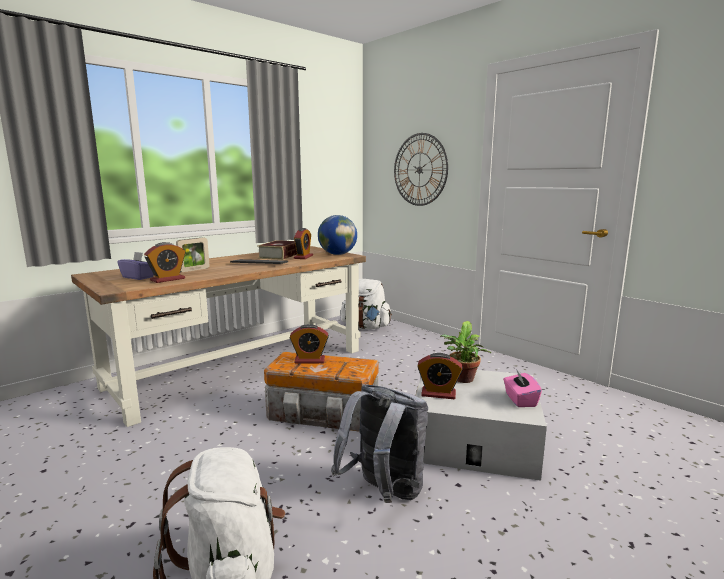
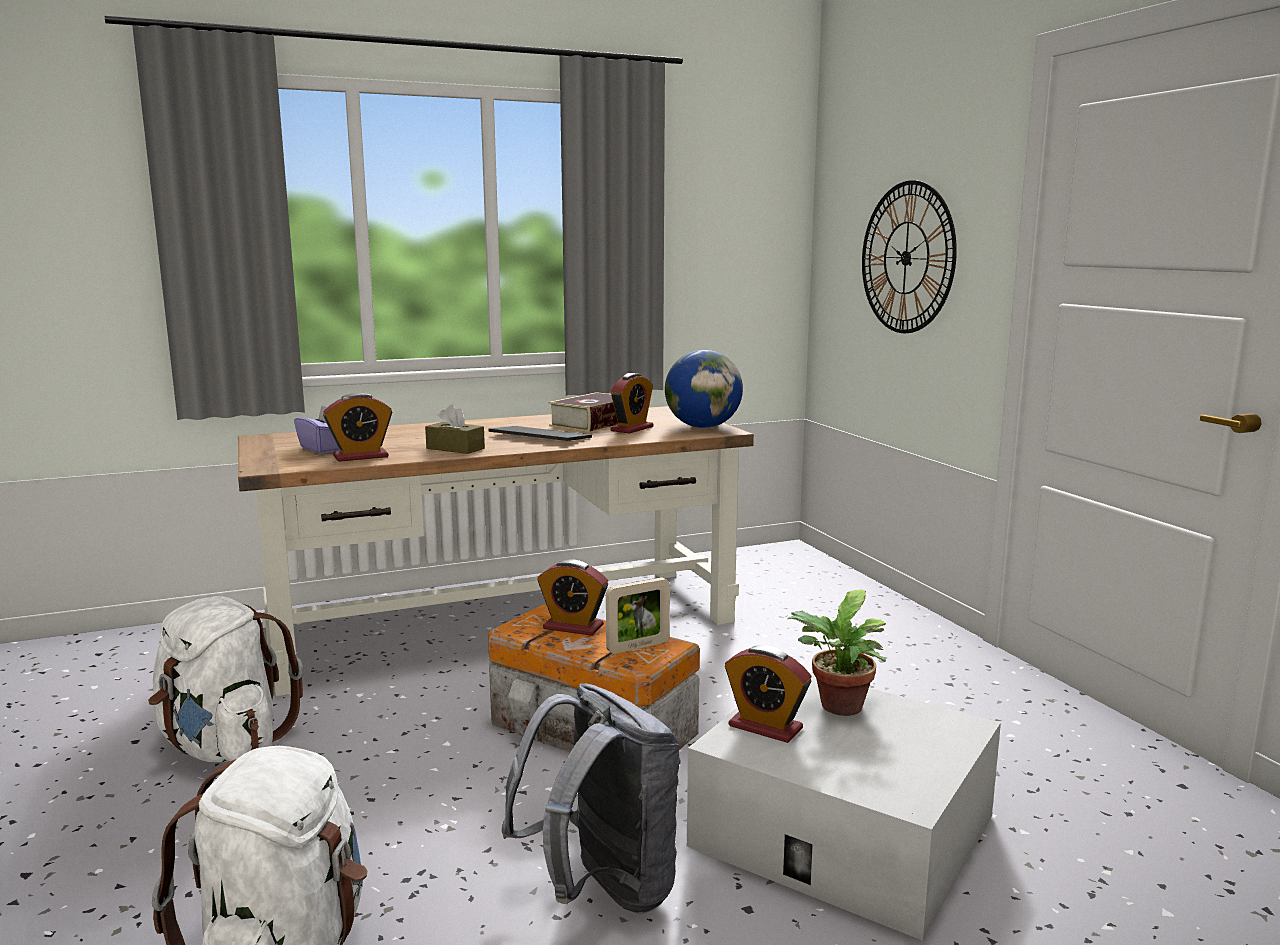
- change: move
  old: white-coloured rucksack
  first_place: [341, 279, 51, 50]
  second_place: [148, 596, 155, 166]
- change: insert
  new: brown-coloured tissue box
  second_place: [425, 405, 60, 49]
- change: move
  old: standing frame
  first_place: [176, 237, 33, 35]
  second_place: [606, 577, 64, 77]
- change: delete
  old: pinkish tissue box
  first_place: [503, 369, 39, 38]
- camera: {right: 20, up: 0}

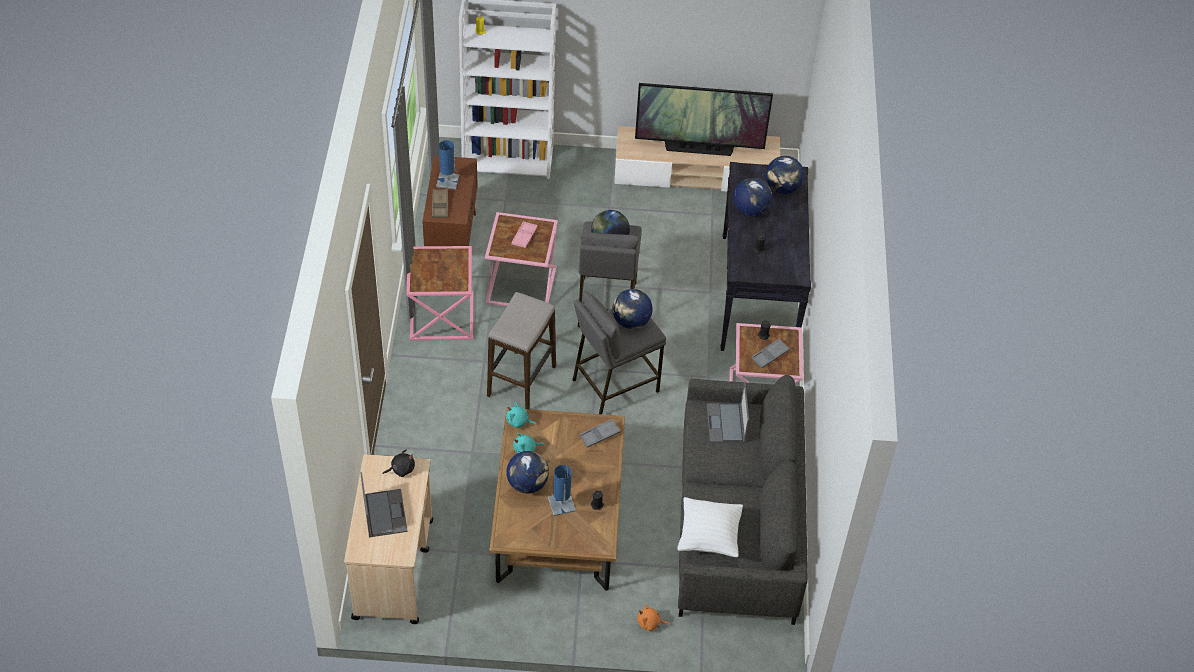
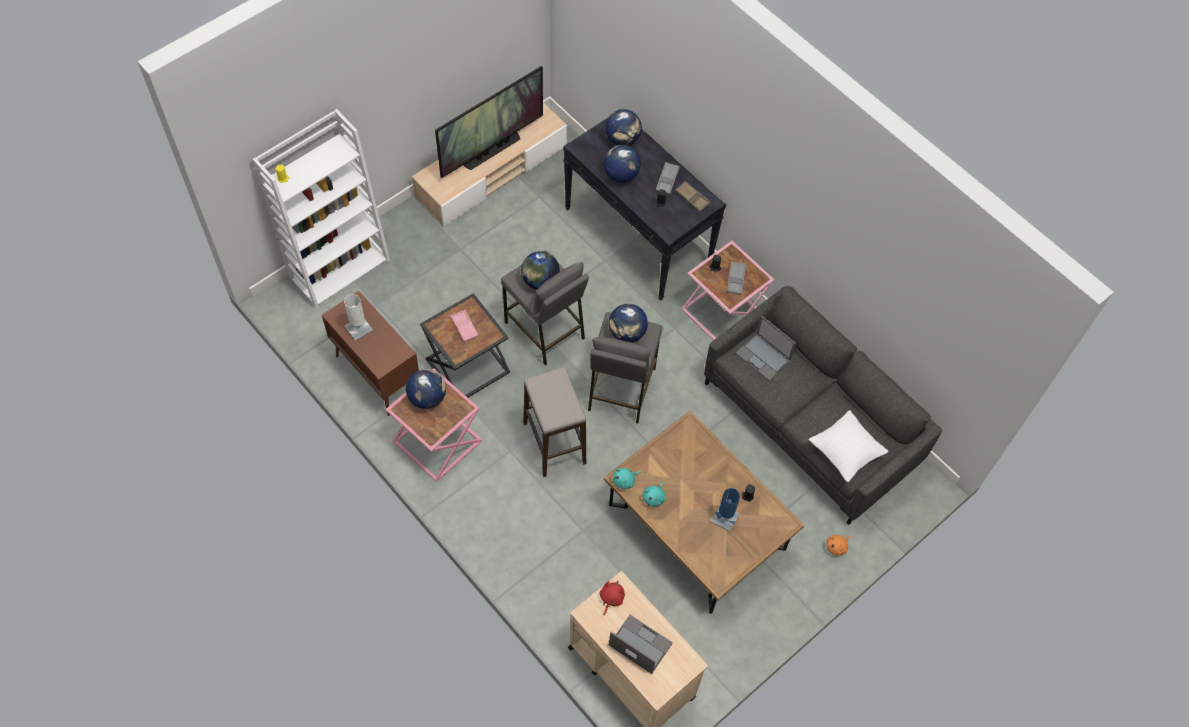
- change: recolor
  old: bluish tabletop lamp
  new: white-coloured tabletop lamp
  first_place: [436, 140, 23, 49]
  second_place: [344, 294, 29, 47]
- change: move
  old: world globe
  first_place: [506, 451, 43, 43]
  second_place: [406, 369, 40, 40]
- change: recolor
  old: pinkish end table
  new: black-coloured end table
  first_place: [485, 212, 73, 94]
  second_place: [420, 293, 90, 105]
- change: recolor
  old: black-coloured cuddly toy
  new: reddish cuddly toy
  first_place: [382, 450, 33, 27]
  second_place: [600, 581, 25, 34]
- change: move
  old: greyish serving tray
  first_place: [580, 419, 41, 29]
  second_place: [656, 162, 24, 33]
- change: move
  old: brown-coloured serving tray
  first_place: [432, 189, 16, 29]
  second_place: [675, 181, 35, 31]
- camera: {right: -45, up: 10}

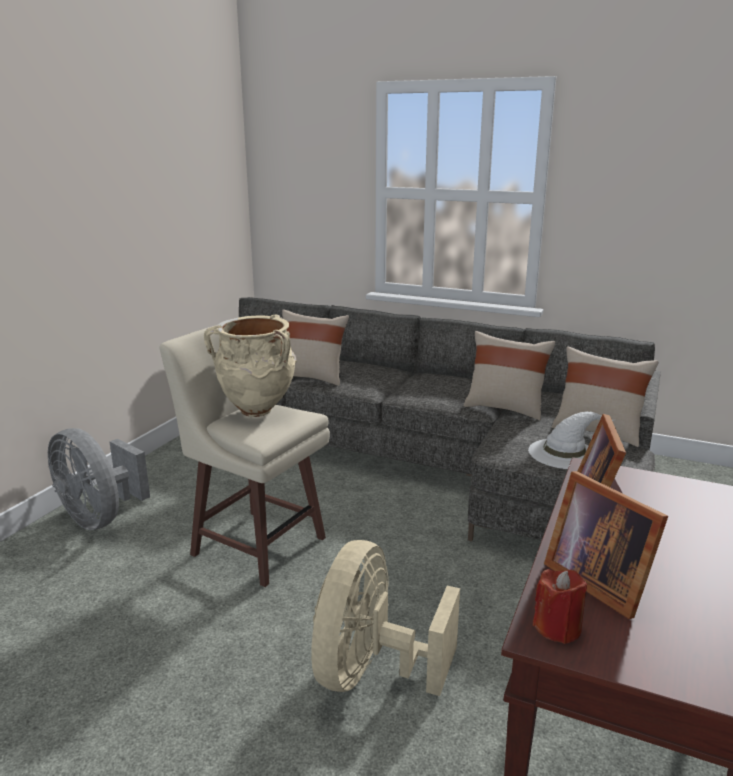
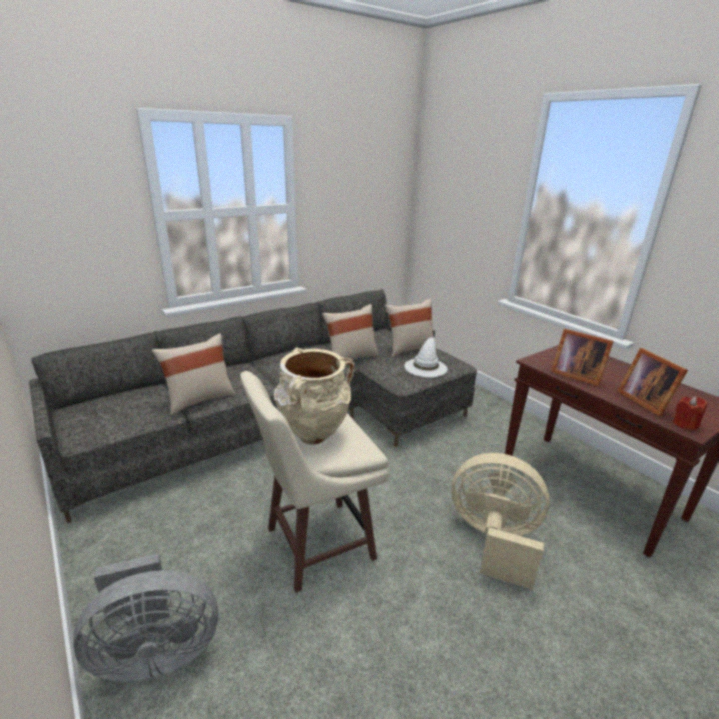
- change: rotate
  old: sand-coloured fan
  first_place: [311, 540, 149, 156]
  second_place: [451, 453, 99, 137]
  degrees: 150
- change: rotate
  old: standing frame
  first_place: [544, 471, 124, 148]
  second_place: [618, 348, 70, 69]
  degrees: 75
- camera: {right: -60, up: 5}

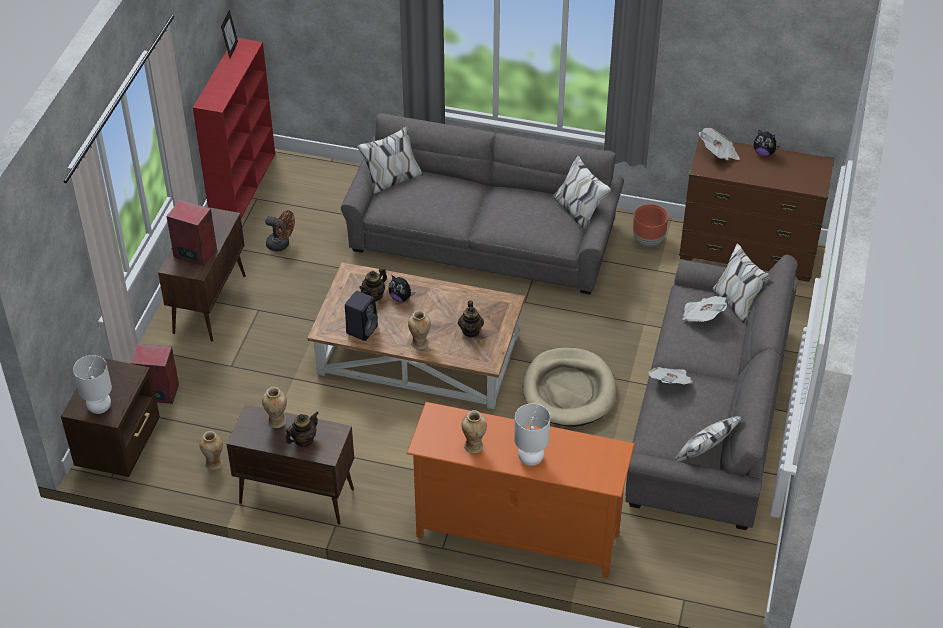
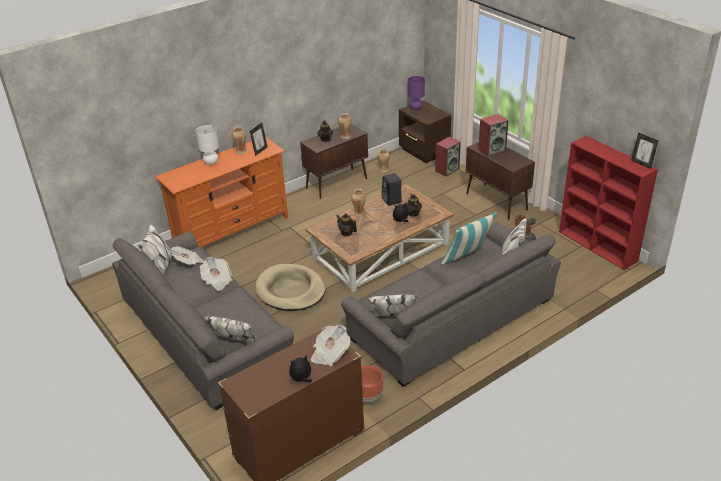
- change: move
  old: daily paper
  first_place: [682, 296, 45, 26]
  second_place: [168, 246, 36, 19]
- change: insert
  new: standing frame
  second_place: [250, 123, 17, 33]
- change: recolor
  old: white-coloured tabletop lamp
  new: purple-coloured tabletop lamp
  first_place: [73, 355, 39, 59]
  second_place: [408, 76, 17, 34]
- change: insert
  new: cushion
  second_place: [441, 212, 56, 52]
- camera: {right: 130, up: -10}

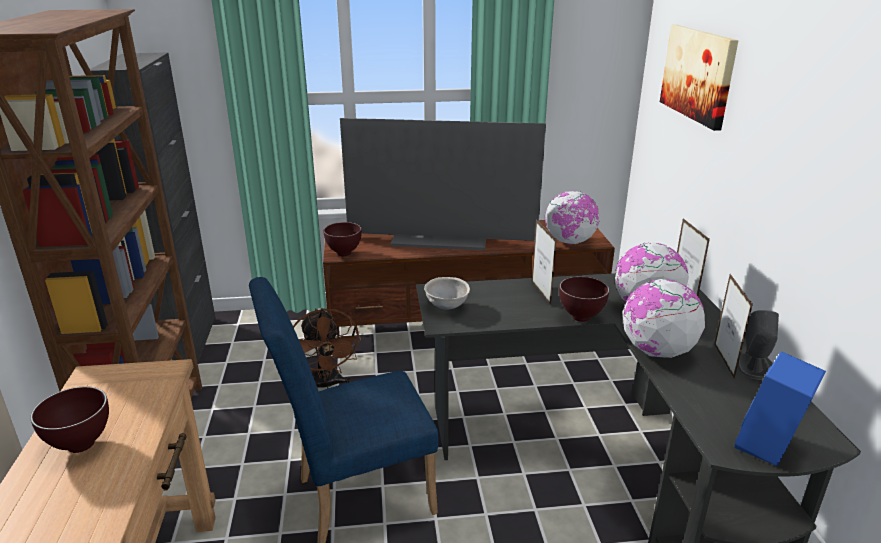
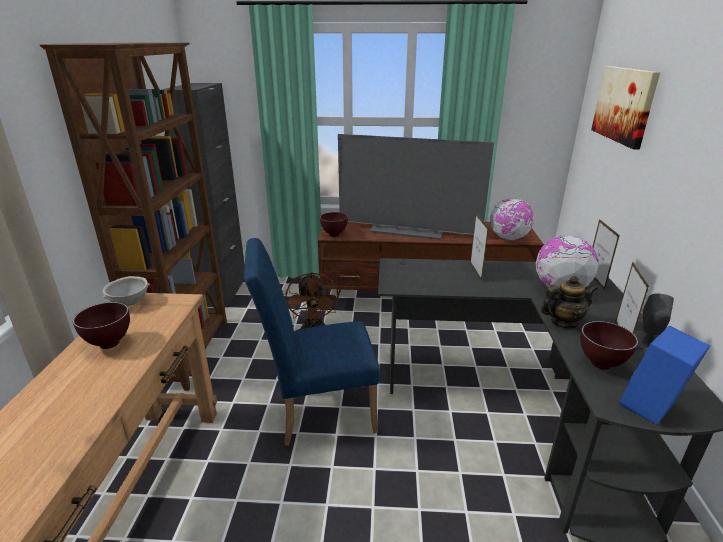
- change: move
  old: greyish deep dish
  first_place: [424, 277, 46, 33]
  second_place: [102, 276, 48, 30]
- change: replace
  old: world globe
  new: teapot
  first_place: [622, 279, 83, 79]
  second_place: [541, 276, 57, 53]
- change: move
  old: brown-coloured deep dish
  first_place: [559, 276, 50, 46]
  second_place: [580, 321, 58, 49]
- camera: {right: 10, up: 0}

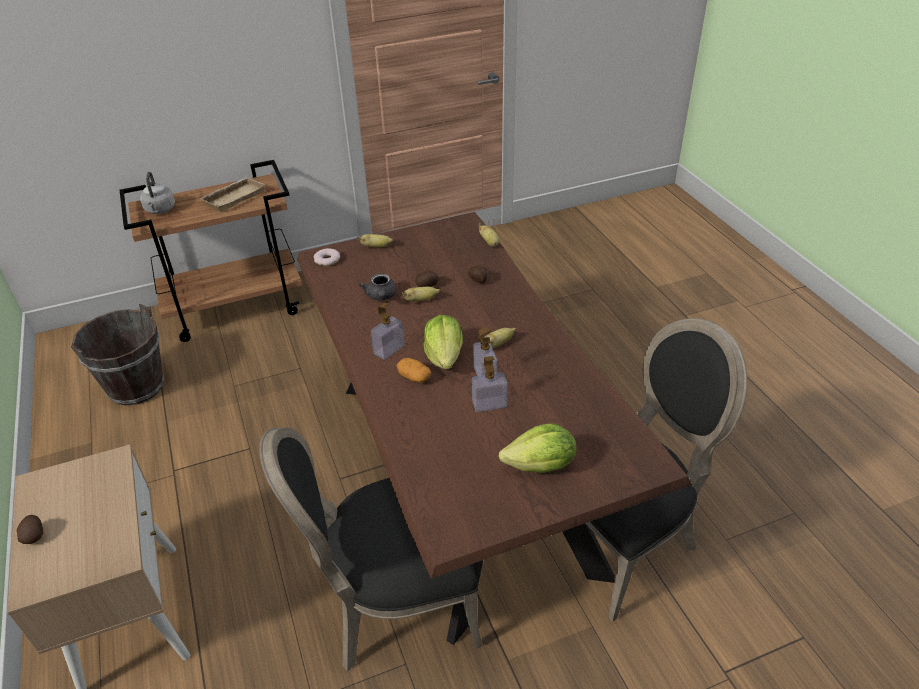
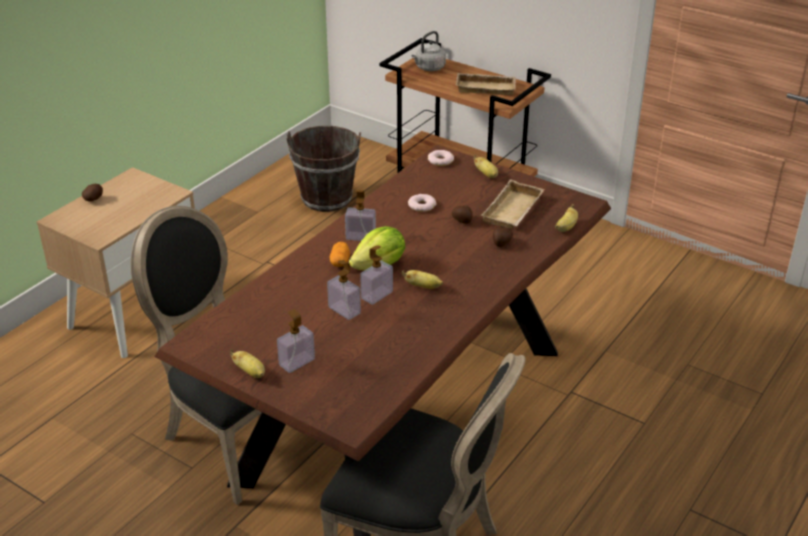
- change: move
  old: whole banana
  first_place: [401, 287, 39, 15]
  second_place: [230, 349, 35, 29]
- change: replace
  old: lettuce head
  new: liquid soap bottle
  first_place: [499, 423, 77, 50]
  second_place: [277, 309, 38, 64]
- change: replace
  old: greyish teapot
  new: doughnut
  first_place: [359, 274, 38, 27]
  second_place: [408, 194, 29, 18]
- change: insert
  new: sand-coloured serving tray
  second_place: [481, 179, 64, 50]
- camera: {right: 55, up: -5}

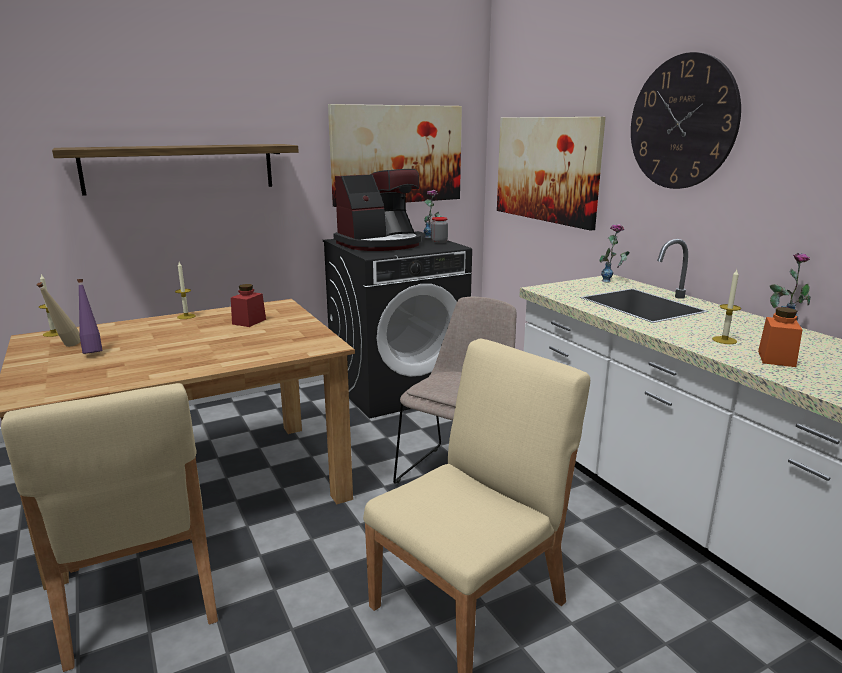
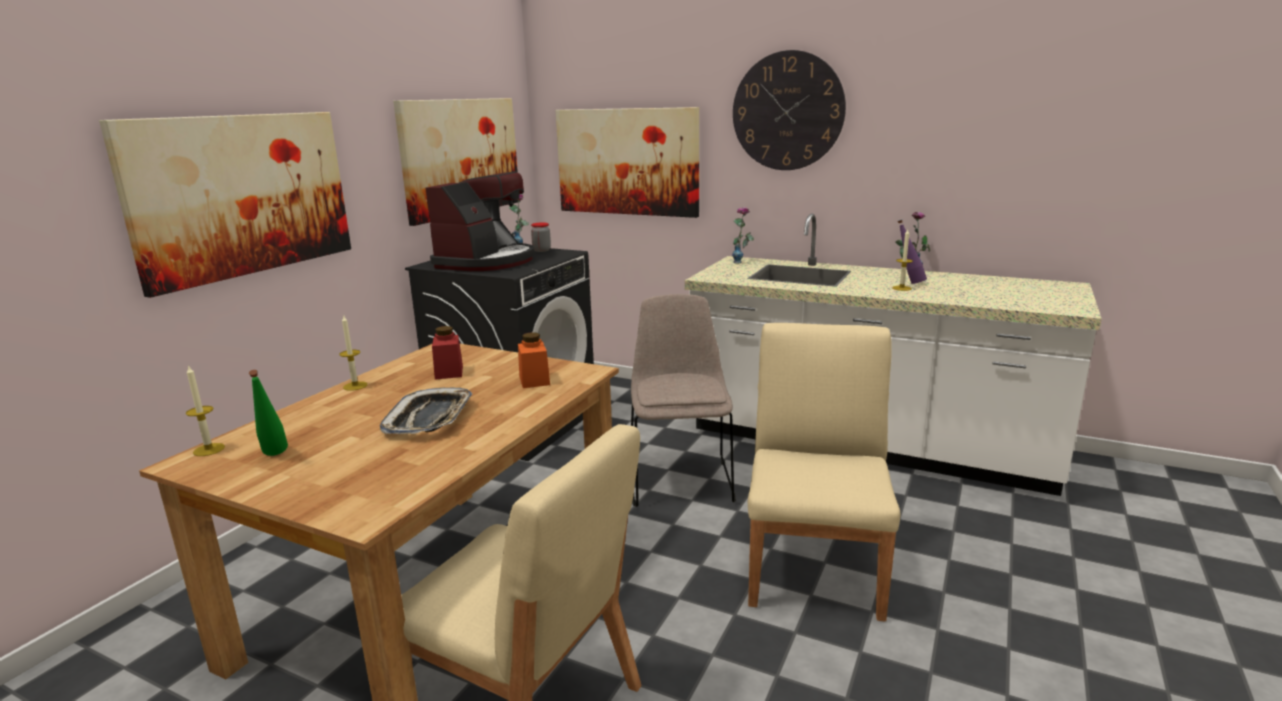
- change: replace
  old: bracket shelf
  new: wall picture
  first_place: [52, 144, 247, 52]
  second_place: [99, 112, 252, 186]
- change: recolor
  old: sand-coloured drink bottle
  new: green-coloured drink bottle
  first_place: [37, 282, 43, 65]
  second_place: [249, 370, 39, 86]
- change: insert
  new: serving tray
  second_place: [380, 387, 92, 47]
- change: move
  old: orange-coloured preserve jar
  first_place: [758, 307, 44, 60]
  second_place: [518, 332, 32, 56]
- change: move
  old: purple-coloured drink bottle
  first_place: [77, 279, 26, 75]
  second_place: [898, 220, 29, 64]
- camera: {right: -35, up: 0}

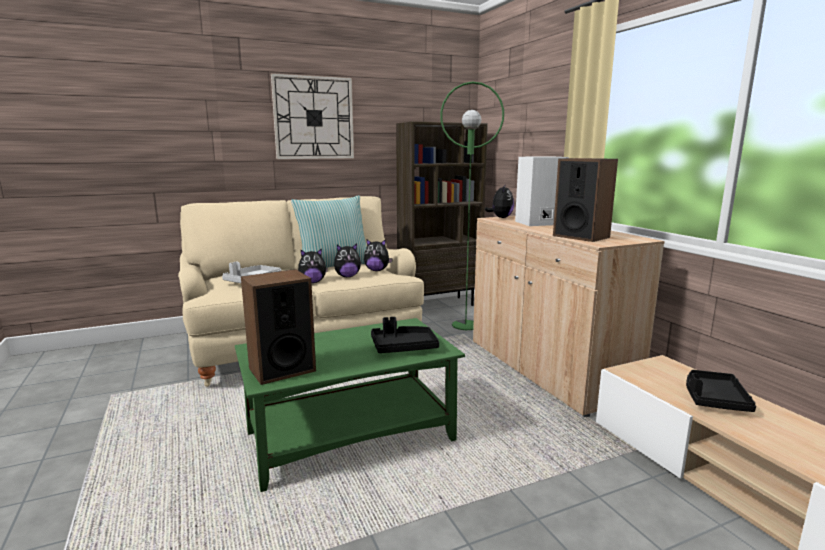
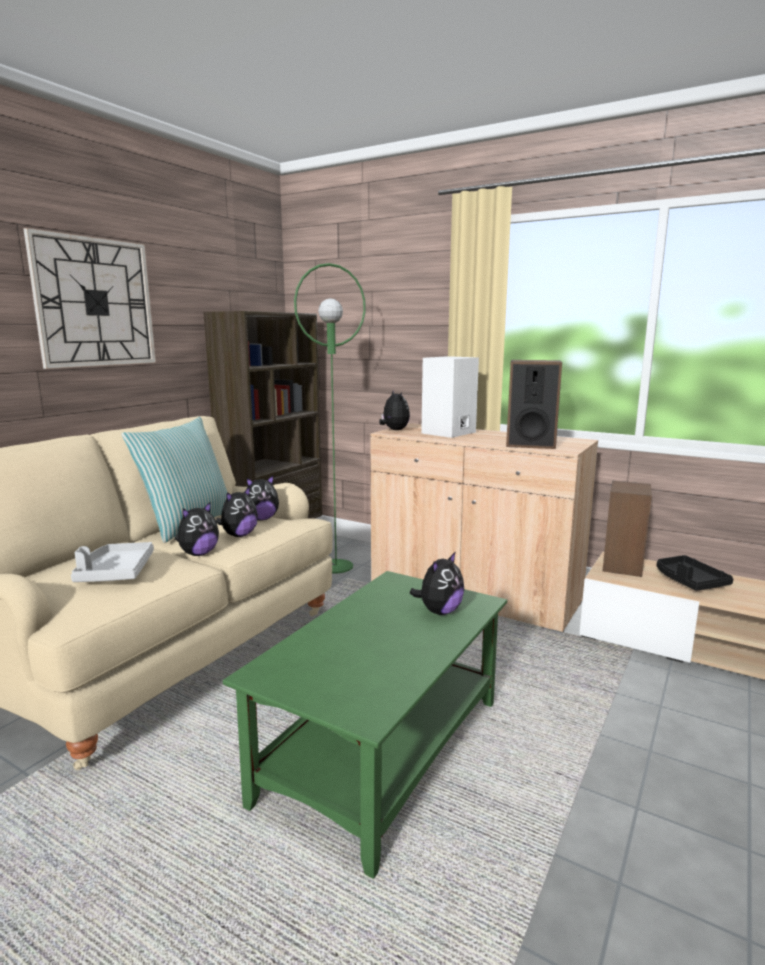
- change: replace
  old: black-coloured serving tray
  new: cuddly toy
  first_place: [371, 317, 68, 36]
  second_place: [410, 551, 54, 64]
- change: move
  old: audio speaker
  first_place: [241, 269, 75, 116]
  second_place: [603, 481, 49, 96]
- camera: {right: -35, up: 0}

